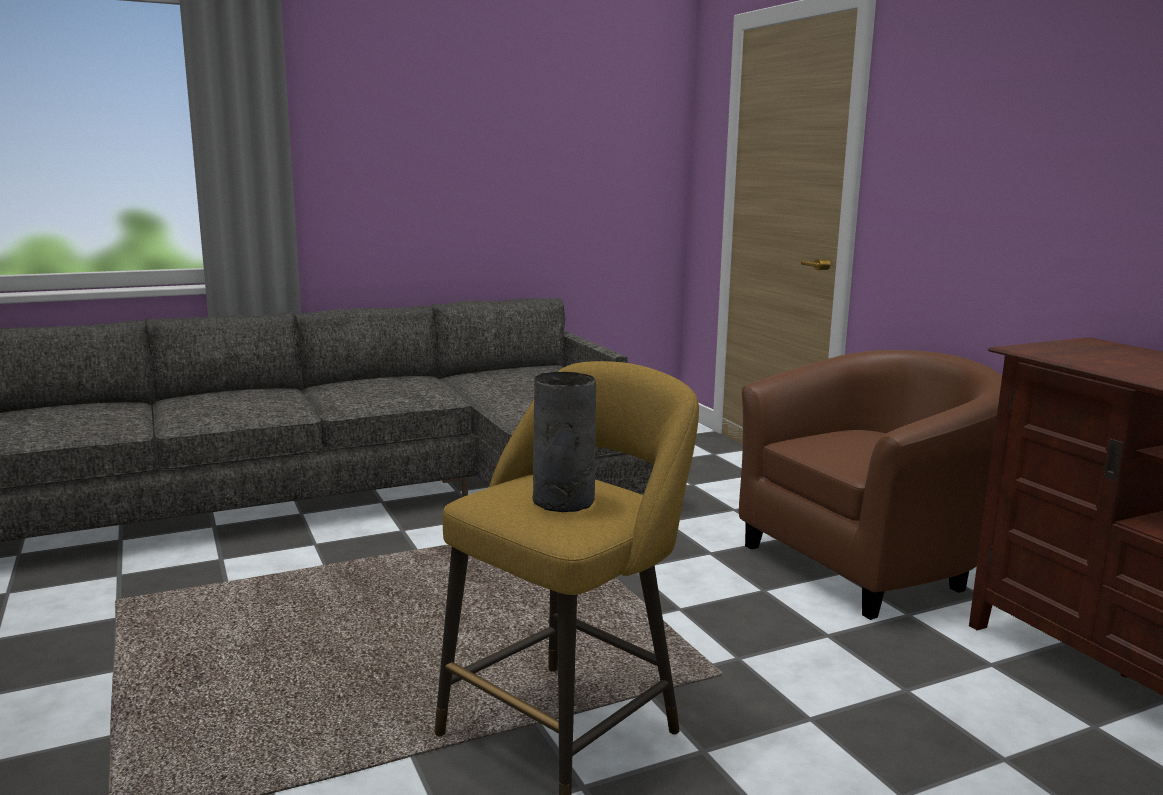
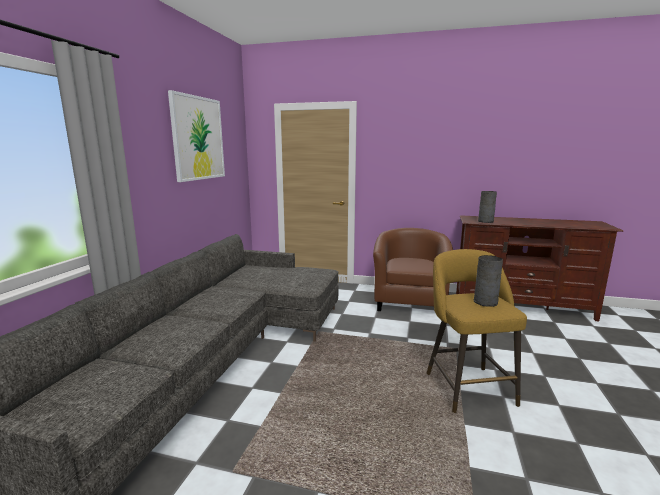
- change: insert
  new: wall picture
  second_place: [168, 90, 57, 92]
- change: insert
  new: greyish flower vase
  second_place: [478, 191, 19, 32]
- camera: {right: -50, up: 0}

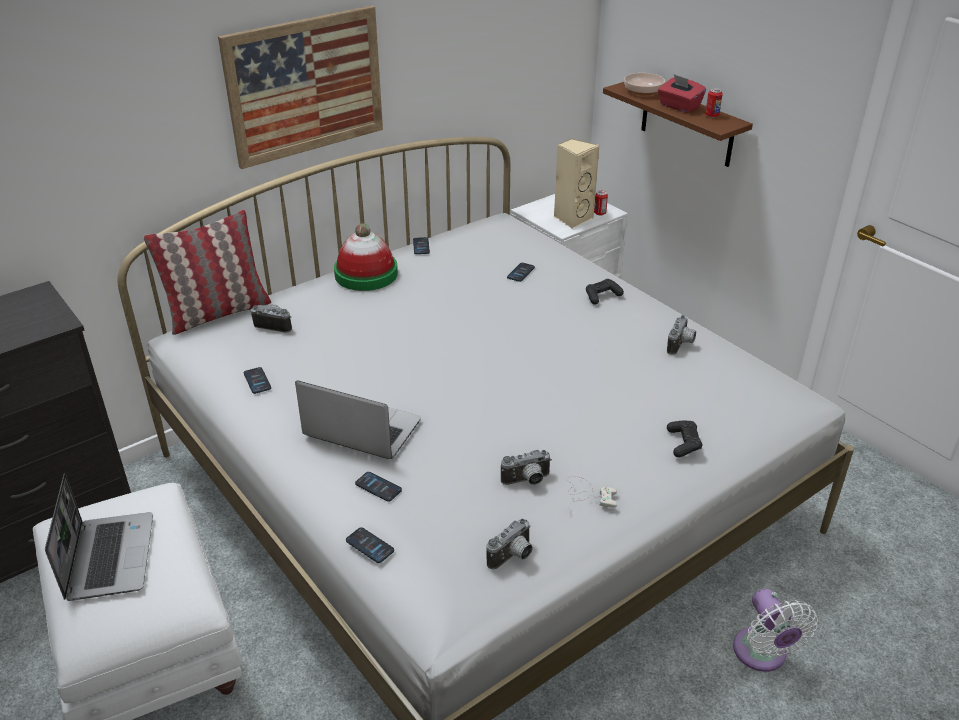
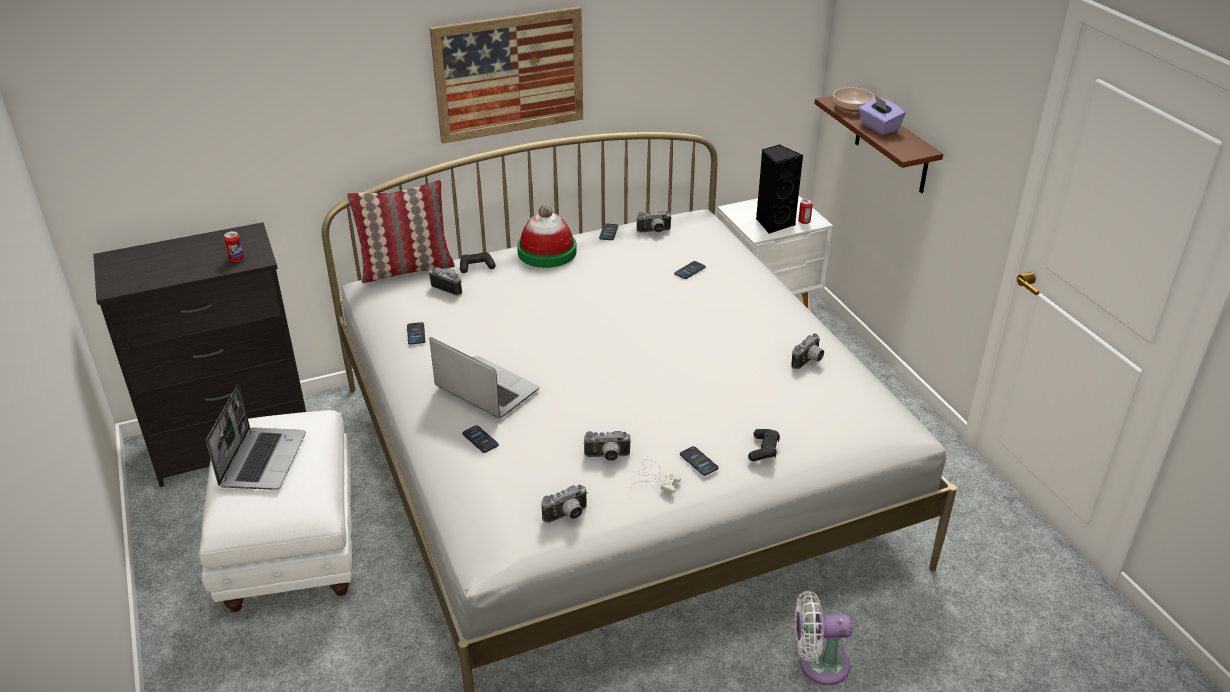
- change: move
  old: sealed can
  first_place: [705, 88, 18, 30]
  second_place: [224, 231, 20, 31]
- change: move
  old: black-coloured gamepad
  first_place: [586, 279, 38, 26]
  second_place: [460, 252, 36, 21]
- change: insert
  new: still camera
  second_place: [637, 211, 35, 22]
- change: move
  old: phone
  first_place: [346, 527, 48, 36]
  second_place: [680, 446, 38, 30]
- change: recolor
  old: sand-coloured audio speaker
  new: black-coloured audio speaker
  first_place: [554, 138, 46, 91]
  second_place: [756, 145, 47, 89]
- change: rotate
  old: white-coloured fan
  first_place: [733, 588, 85, 84]
  second_place: [795, 591, 57, 94]
  degrees: 90
- change: recolor
  old: reddish tissue box
  new: purple-coloured tissue box
  first_place: [658, 74, 48, 39]
  second_place: [859, 96, 46, 39]
- camera: {right: 15, up: 0}

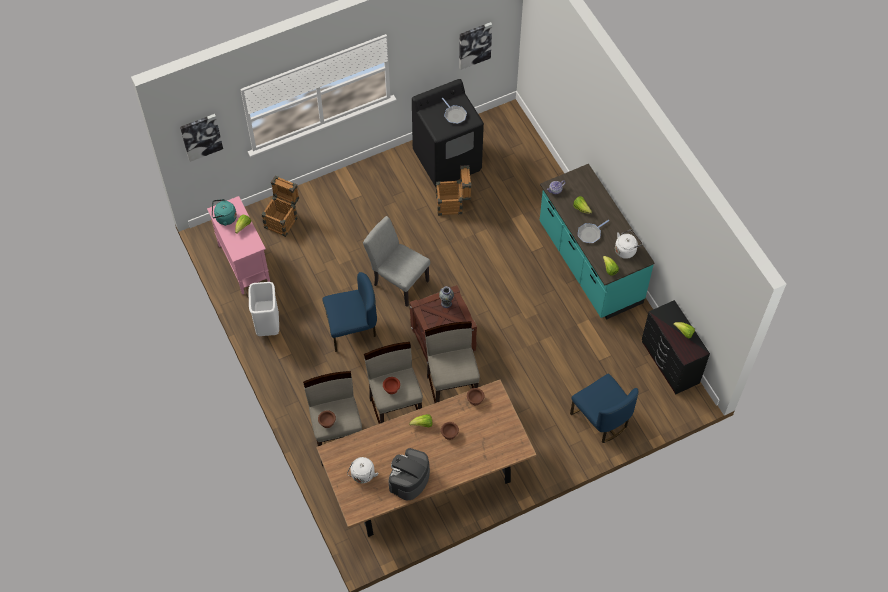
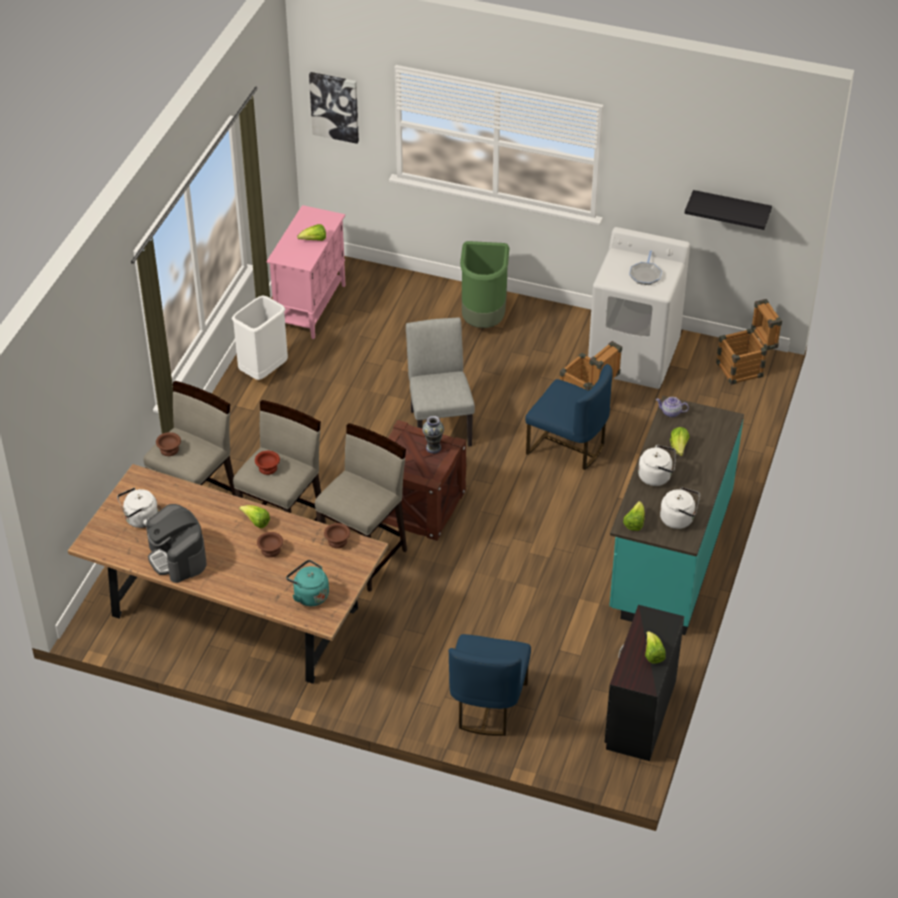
- change: rotate
  old: coffee machine
  first_place: [388, 448, 42, 52]
  second_place: [146, 504, 61, 79]
  degrees: -105
- change: move
  old: turquoise-coloured kettle
  first_place: [212, 199, 25, 27]
  second_place: [286, 560, 43, 46]
- change: insert
  new: green-coloured trash can
  second_place: [460, 241, 49, 87]
- change: move
  old: bluish upright chair
  first_place: [322, 272, 55, 80]
  second_place: [525, 364, 88, 106]
- change: recolor
  old: black-coloured washing machine
  new: white-coloured washing machine
  first_place: [412, 79, 72, 108]
  second_place: [588, 227, 102, 162]
- change: replace
  old: frying pan
  new: white-coloured kettle
  first_place: [578, 220, 31, 23]
  second_place: [638, 445, 38, 41]
- change: replace
  old: wall picture
  new: black-coloured bracket shelf
  first_place: [459, 22, 33, 48]
  second_place: [684, 190, 88, 40]
- change: move
  old: shipping crate
  first_place: [261, 176, 38, 61]
  second_place: [716, 299, 66, 86]
- camera: {right: 45, up: -15}

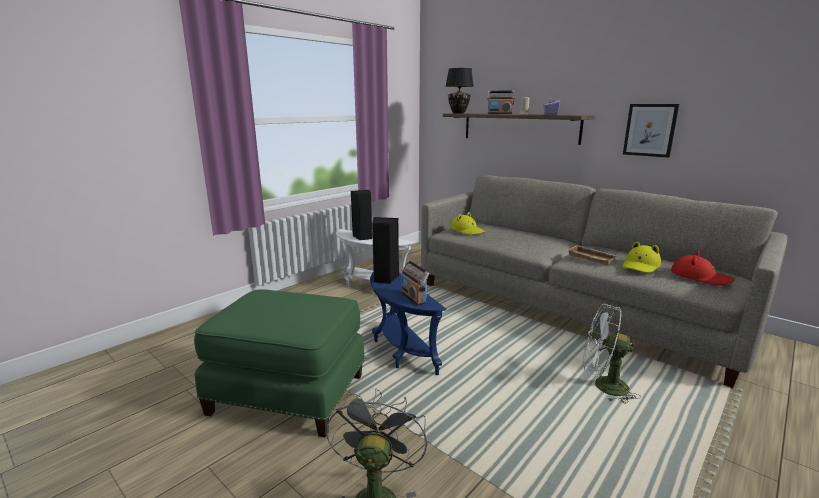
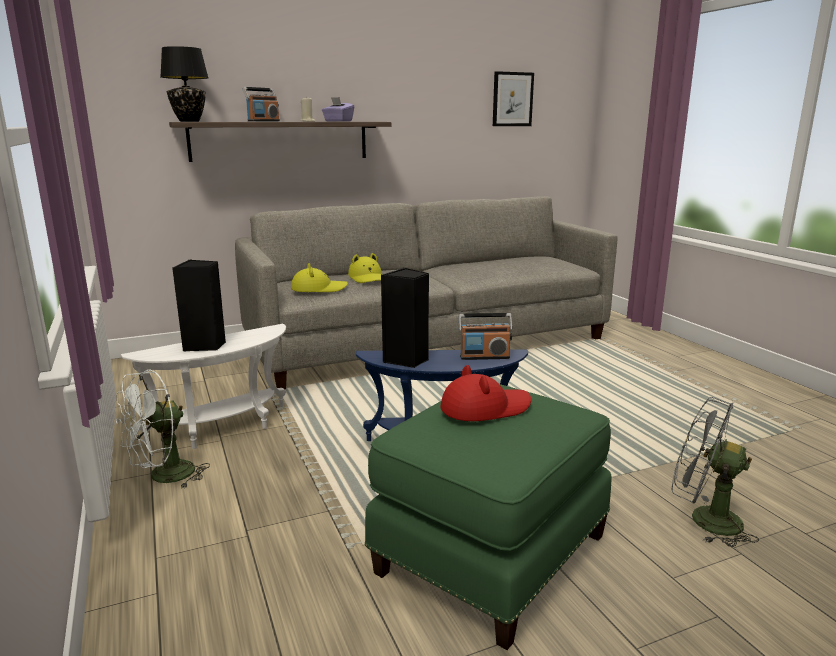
- change: move
  old: white-coloured fan
  first_place: [583, 304, 58, 100]
  second_place: [116, 370, 94, 119]
- change: move
  old: yellow clothing hat
  first_place: [622, 241, 39, 32]
  second_place: [348, 253, 34, 30]
- change: move
  old: reddish clothing hat
  first_place: [671, 251, 64, 34]
  second_place: [441, 365, 90, 56]
- change: move
  old: wall picture
  first_place: [623, 104, 56, 54]
  second_place: [493, 71, 41, 55]
- change: delete
  old: sand-coloured serving tray
  first_place: [568, 245, 50, 20]
- camera: {right: -65, up: 0}

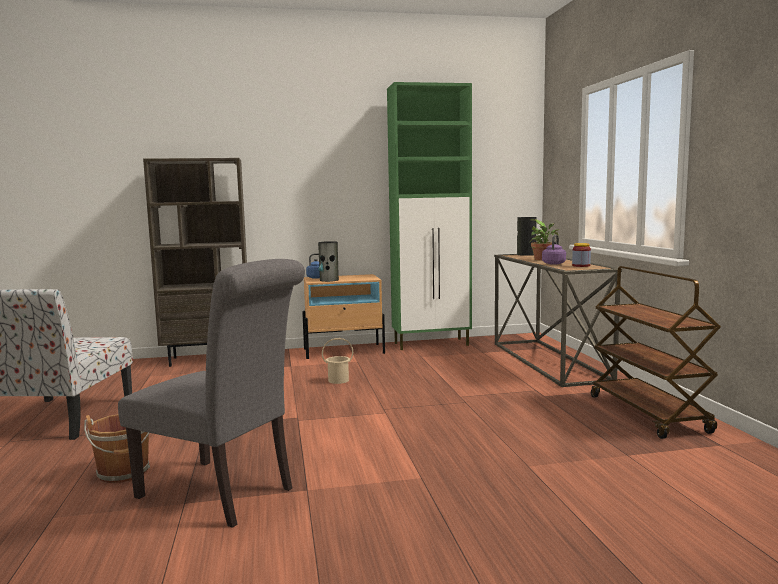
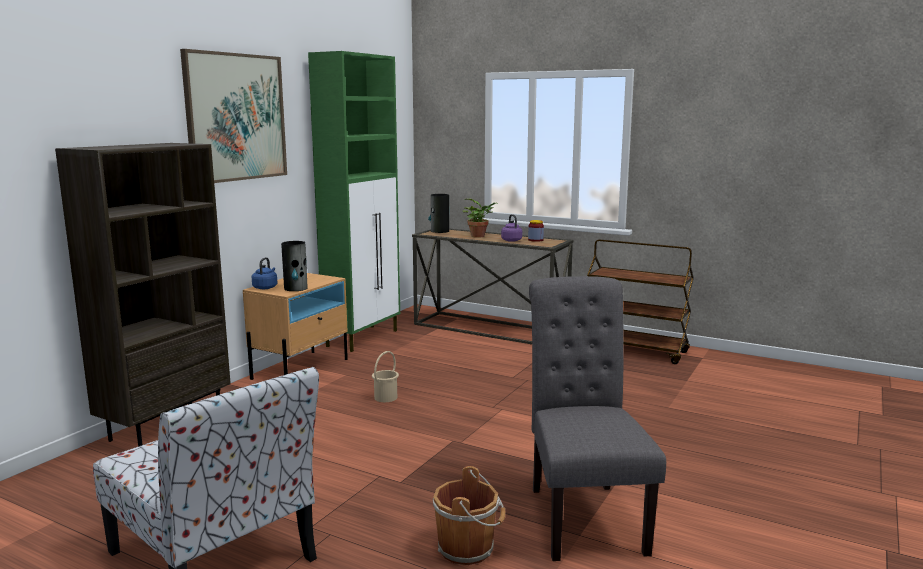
- change: insert
  new: wall picture
  second_place: [180, 49, 107, 134]
- change: rotate
  old: greyish upright chair
  first_place: [118, 259, 187, 269]
  second_place: [529, 276, 137, 285]
  degrees: -75
- camera: {right: -50, up: 5}

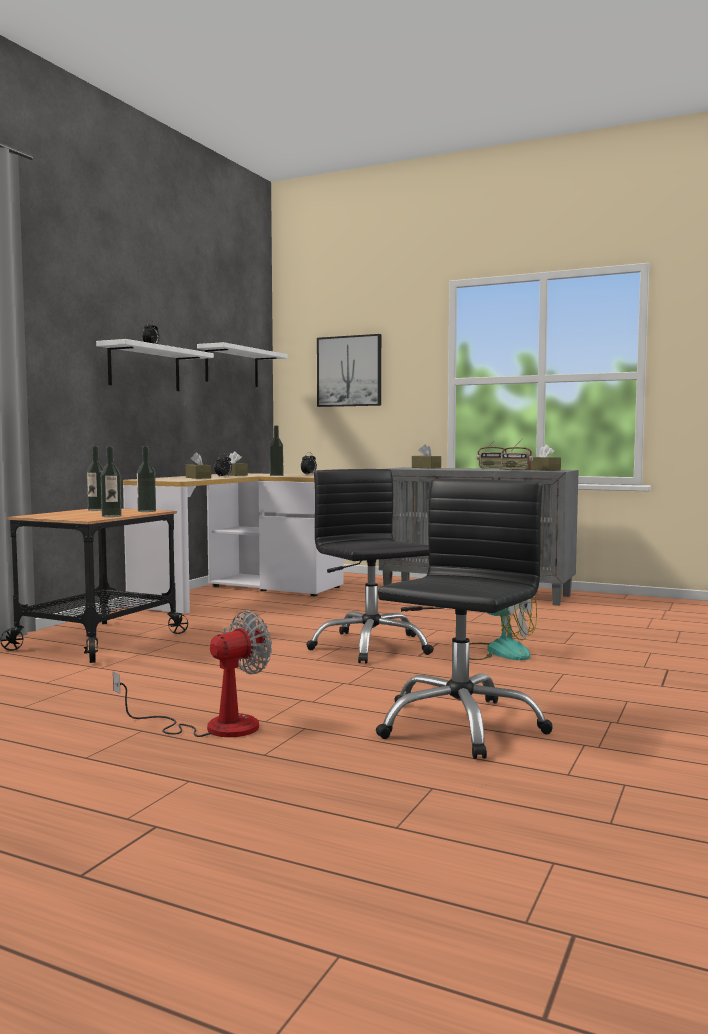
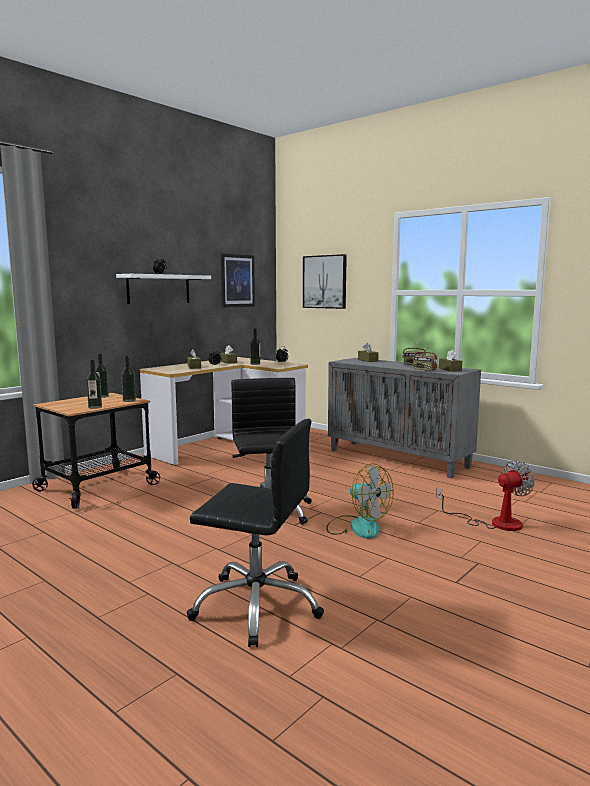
- change: rotate
  old: black-coloured office chair
  first_place: [376, 479, 177, 280]
  second_place: [187, 419, 137, 228]
  degrees: 60
- change: replace
  old: white-coloured bracket shelf
  new: wall picture
  first_place: [197, 342, 91, 45]
  second_place: [221, 253, 34, 54]
- change: move
  old: fan
  first_place: [113, 611, 159, 126]
  second_place: [436, 460, 99, 71]
- camera: {right: 15, up: 5}

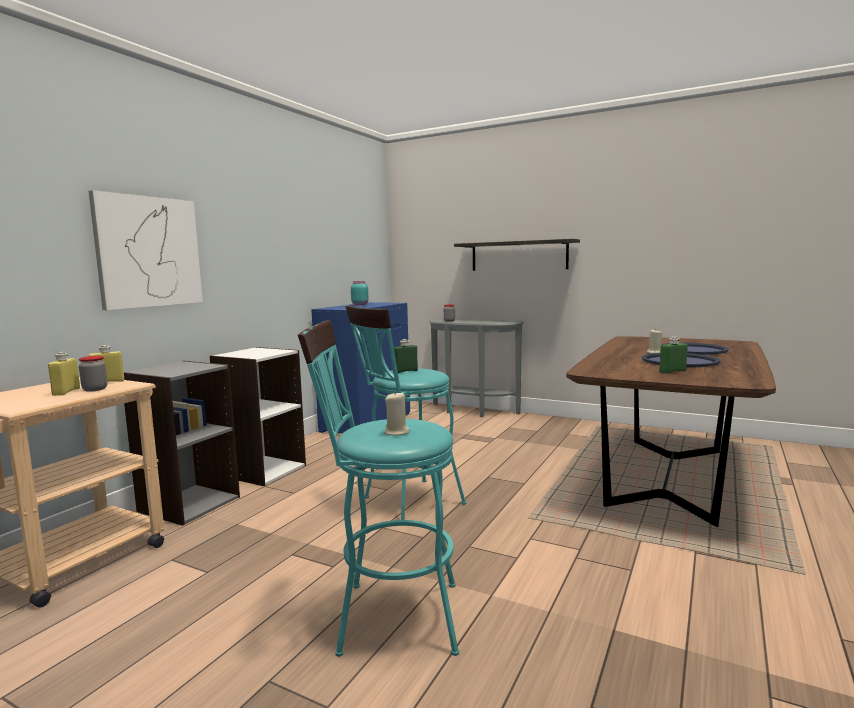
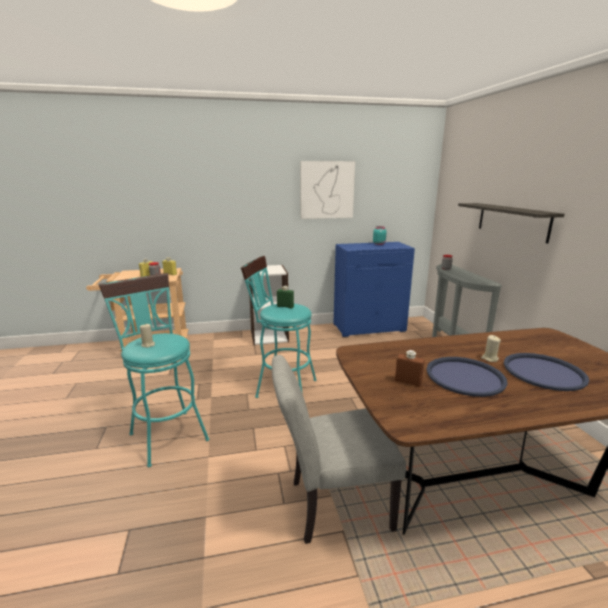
- change: insert
  new: greyish upright chair
  second_place: [272, 355, 134, 189]
- change: move
  old: wall picture
  first_place: [89, 190, 114, 120]
  second_place: [300, 161, 55, 58]
- change: recolor
  old: green-coloured drink bottle
  new: brown-coloured drink bottle
  first_place: [659, 337, 29, 37]
  second_place: [395, 350, 30, 37]
- change: delete
  old: greyish shelving unit
  first_place: [124, 361, 116, 165]
- camera: {right: 50, up: 10}

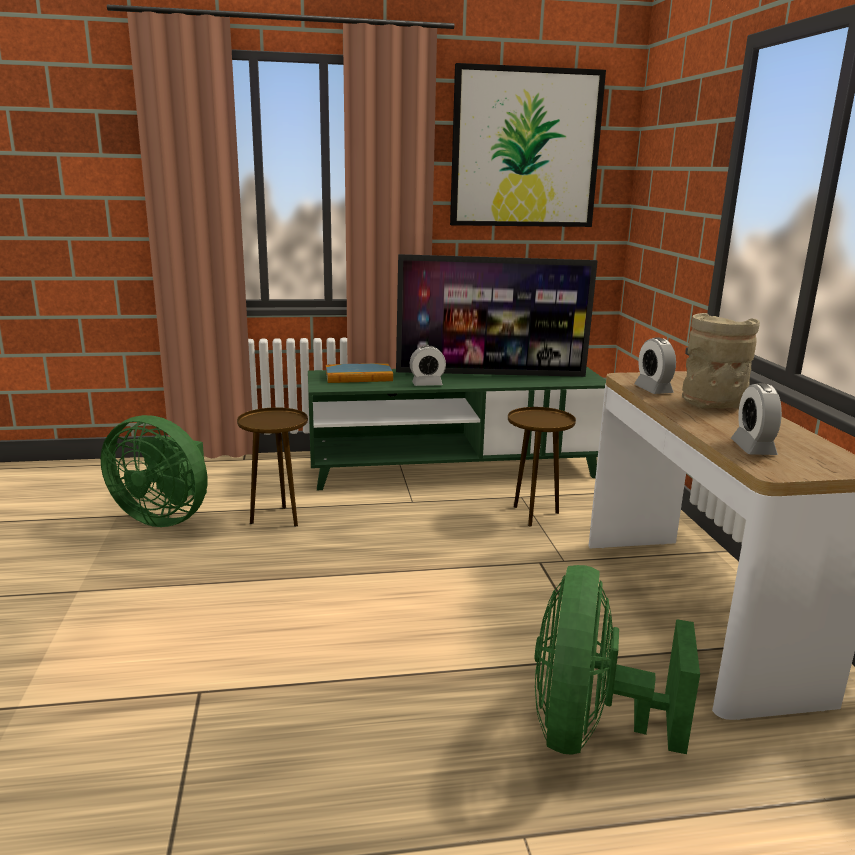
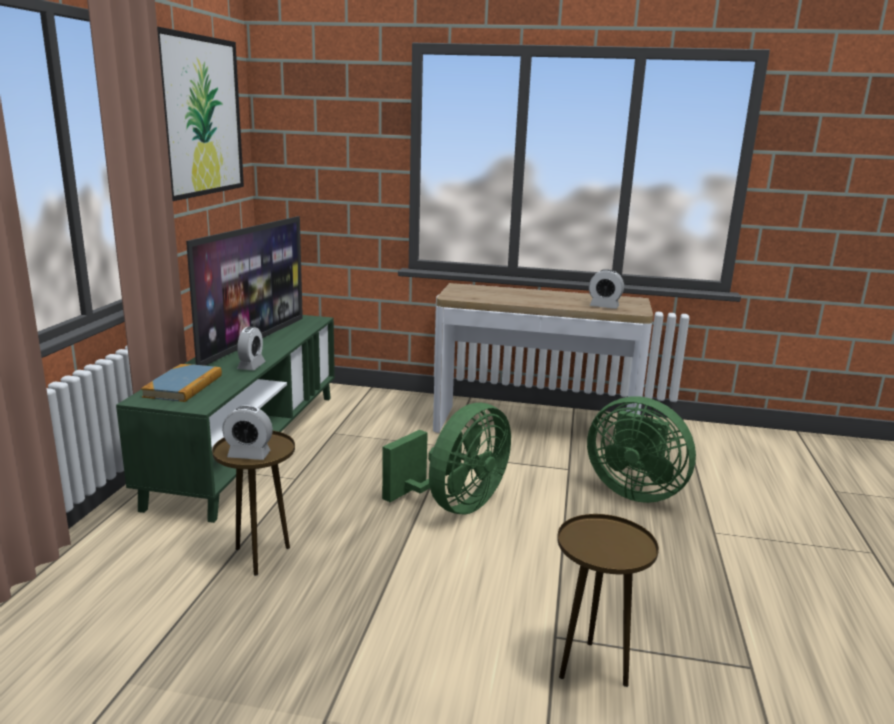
- change: move
  old: table clock
  first_place: [634, 337, 42, 57]
  second_place: [222, 405, 51, 55]
- change: move
  old: green-coloured fan
  first_place: [101, 415, 106, 112]
  second_place: [382, 403, 129, 111]
- change: move
  old: brown-coloured end table
  first_place: [508, 407, 68, 120]
  second_place: [557, 514, 102, 173]
- change: delete
  old: sand-coloured flower vase
  first_place: [682, 313, 78, 96]
- camera: {right: -70, up: 0}

